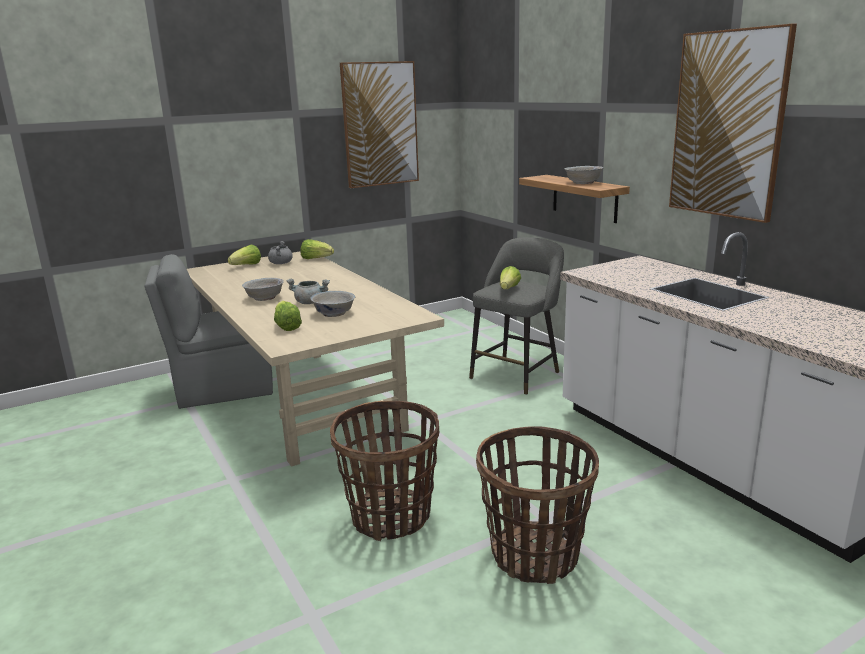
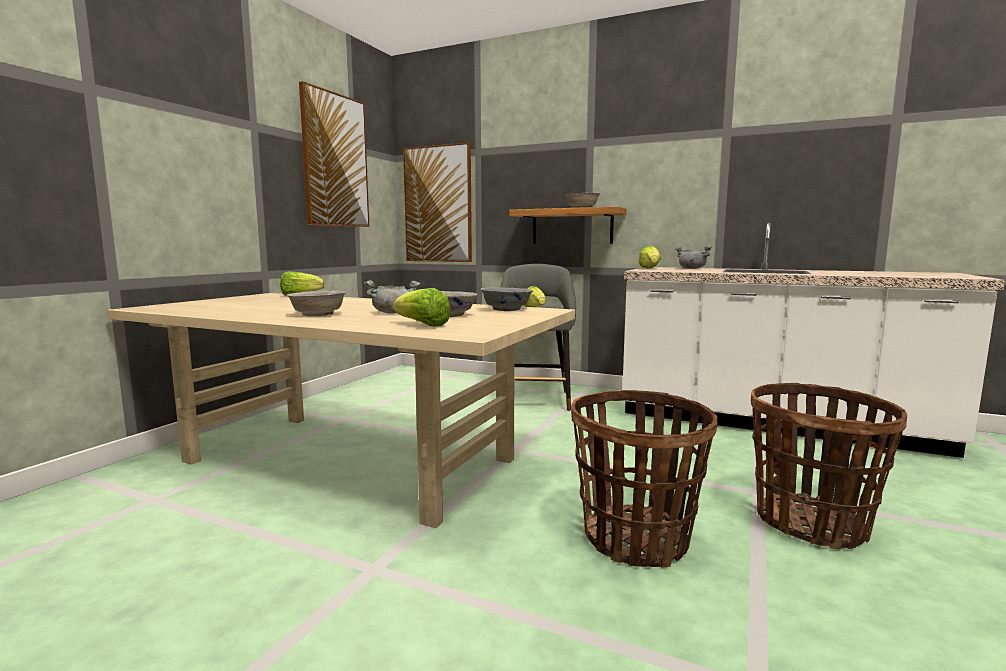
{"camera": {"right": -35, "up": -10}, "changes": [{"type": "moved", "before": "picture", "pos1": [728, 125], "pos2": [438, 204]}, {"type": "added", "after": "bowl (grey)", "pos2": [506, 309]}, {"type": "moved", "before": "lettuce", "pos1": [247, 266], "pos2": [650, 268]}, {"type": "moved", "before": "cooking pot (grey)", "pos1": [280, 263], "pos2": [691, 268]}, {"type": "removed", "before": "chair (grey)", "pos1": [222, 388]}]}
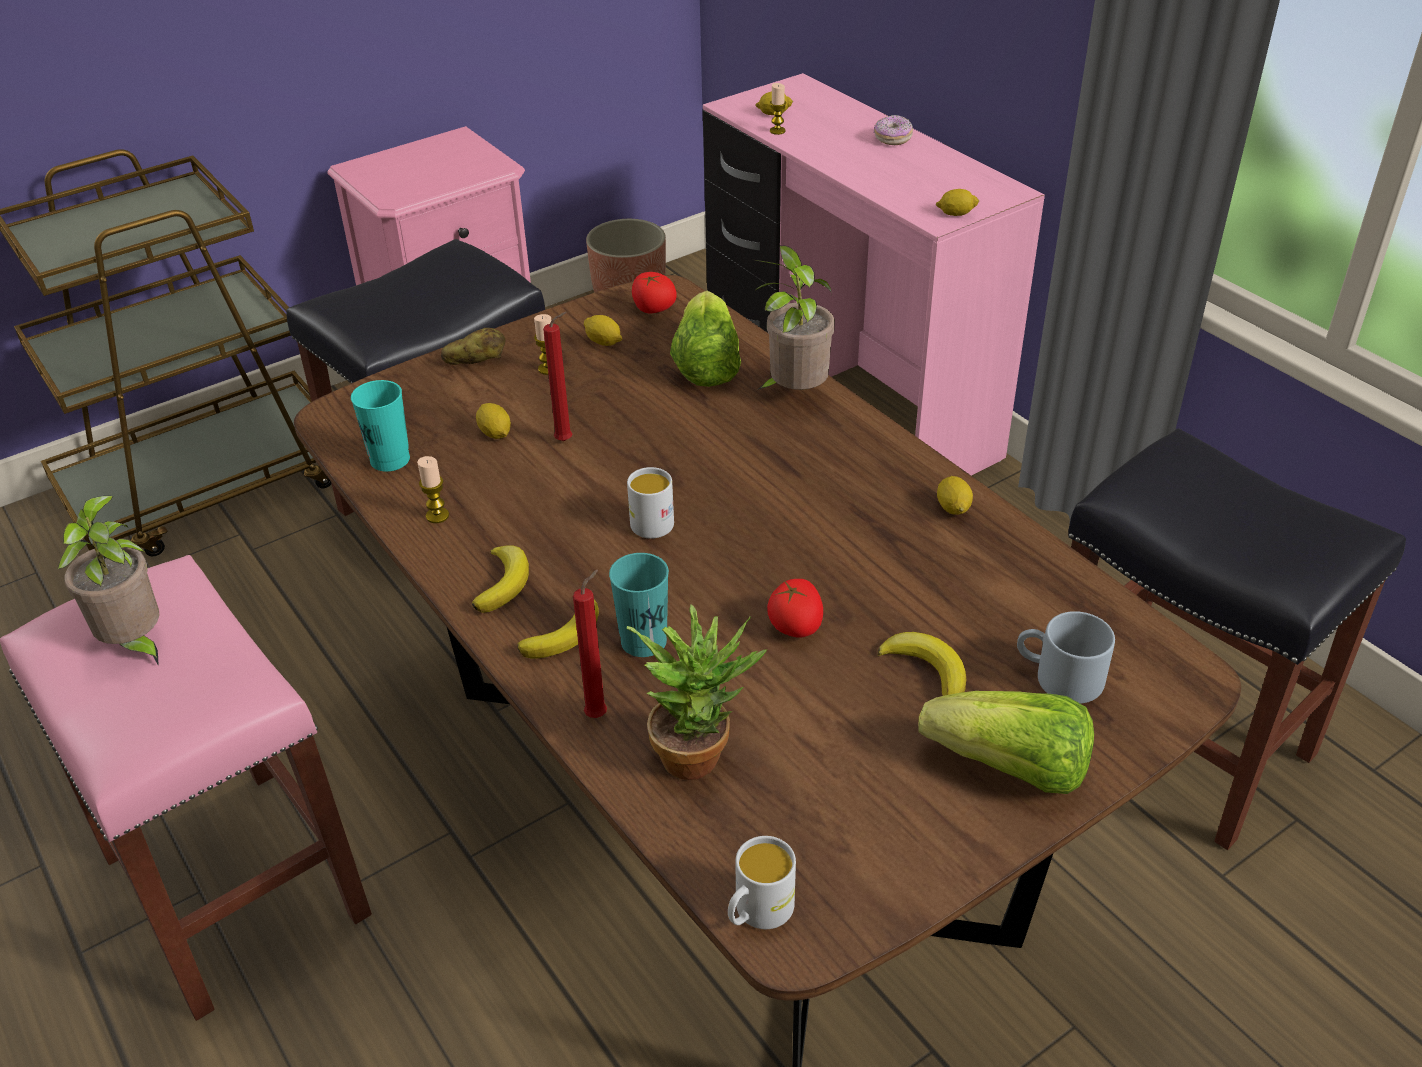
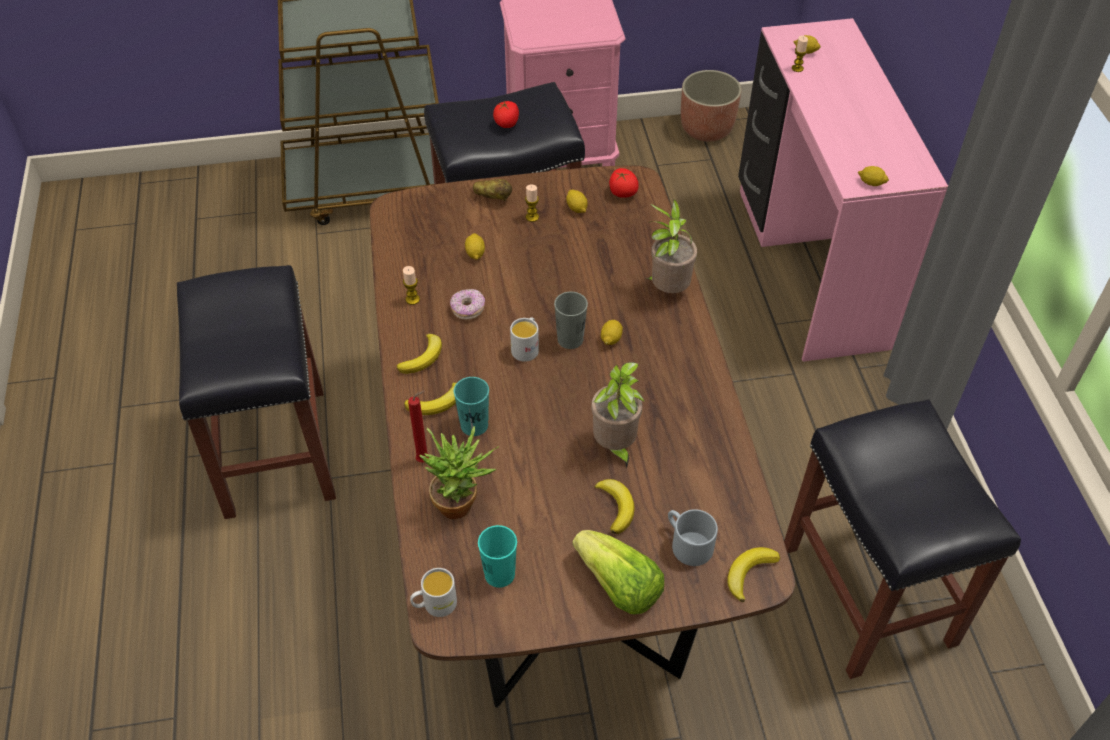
{"camera": {"right": 25, "up": 10}, "changes": [{"type": "recoloured", "before": "stool (pink)", "after": "stool (black)", "pos1": [231, 884], "pos2": [274, 450]}, {"type": "moved", "before": "donut", "pos1": [892, 139], "pos2": [468, 309]}, {"type": "moved", "before": "cup (turquoise)", "pos1": [390, 460], "pos2": [499, 574]}, {"type": "moved", "before": "tomato", "pos1": [795, 626], "pos2": [506, 123]}, {"type": "added", "after": "cup (grey)", "pos2": [570, 339]}, {"type": "moved", "before": "potted plant", "pos1": [136, 645], "pos2": [615, 447]}, {"type": "moved", "before": "lemon", "pos1": [953, 508], "pos2": [611, 339]}, {"type": "added", "after": "banana", "pos2": [749, 573]}, {"type": "removed", "before": "candle (red)", "pos1": [567, 441]}, {"type": "removed", "before": "lettuce", "pos1": [706, 364]}]}
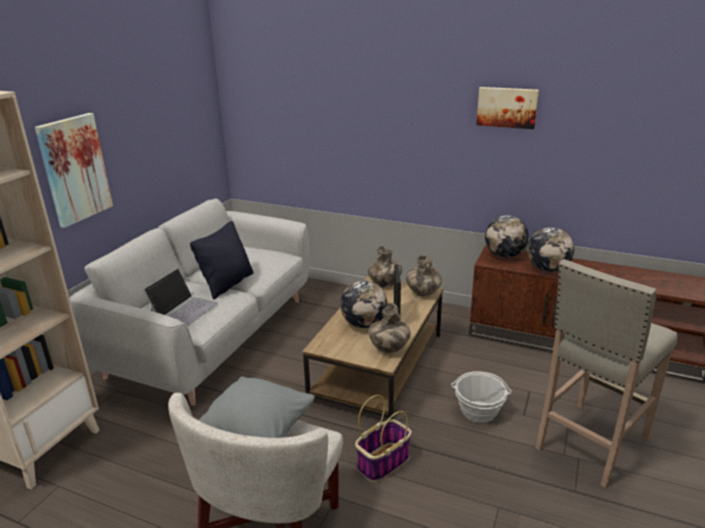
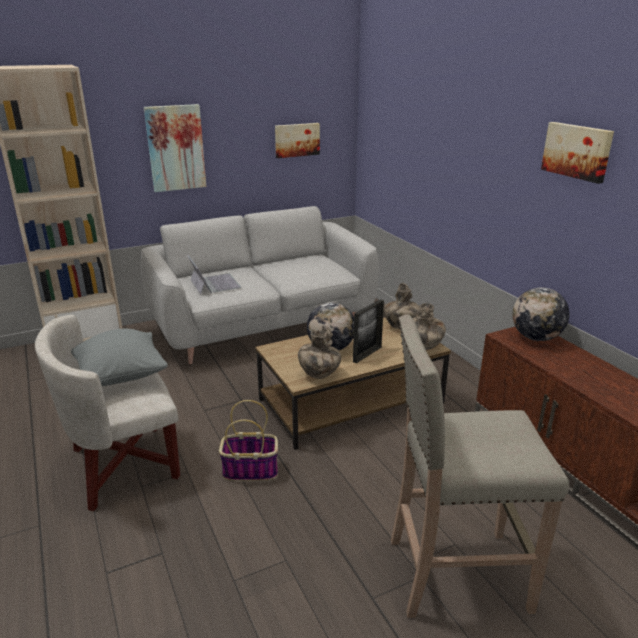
{"camera": {"right": 40, "up": 0}, "changes": [{"type": "turned", "before": "laptop", "pos1": [184, 309], "pos2": [214, 283], "turn": -90}, {"type": "added", "after": "picture", "pos2": [296, 140]}, {"type": "removed", "before": "pillow (black)", "pos1": [227, 284]}, {"type": "removed", "before": "basket", "pos1": [478, 412]}, {"type": "removed", "before": "globe", "pos1": [547, 269]}]}
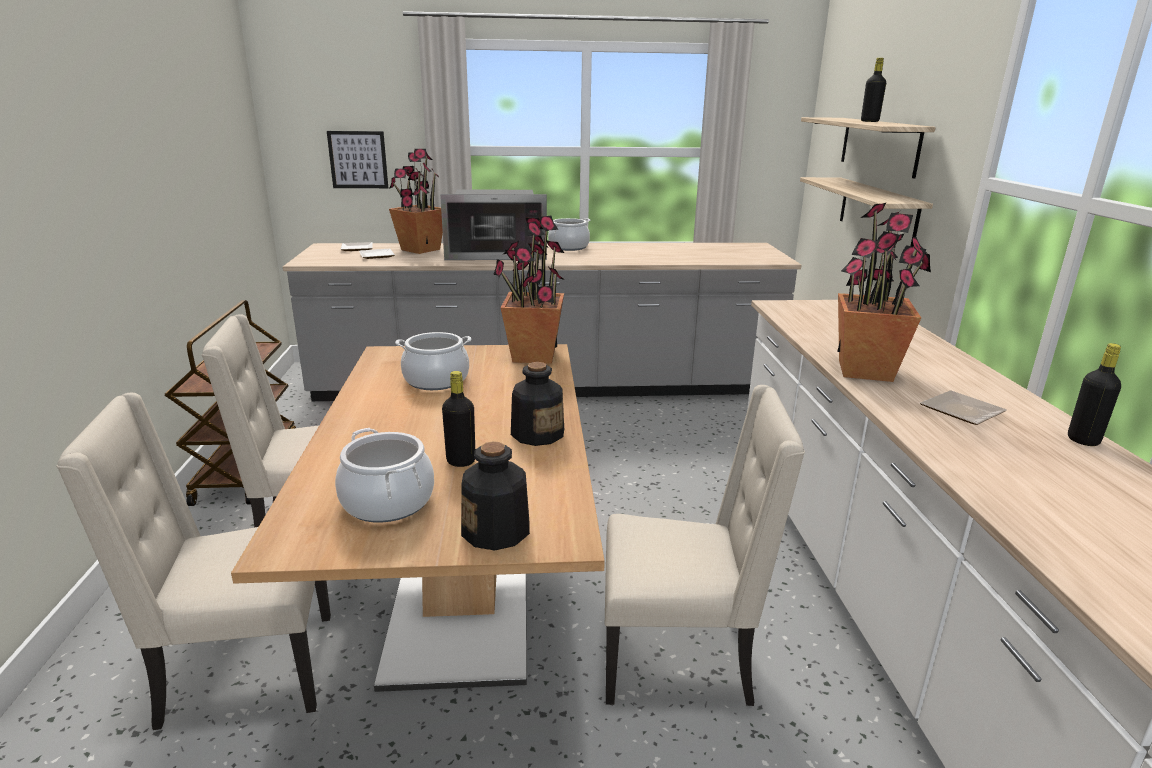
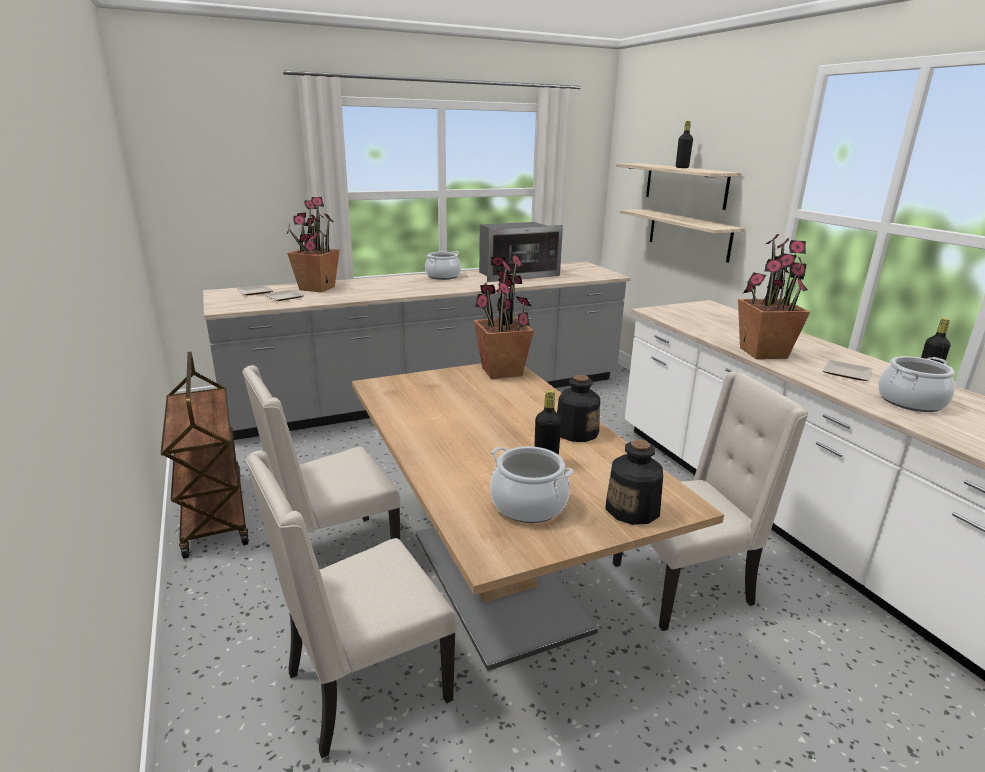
{"camera": {"right": -20, "up": 0}, "changes": [{"type": "moved", "before": "microwave", "pos1": [496, 254], "pos2": [515, 274]}, {"type": "moved", "before": "cooking pot", "pos1": [436, 380], "pos2": [911, 402]}, {"type": "removed", "before": "picture", "pos1": [358, 159]}]}
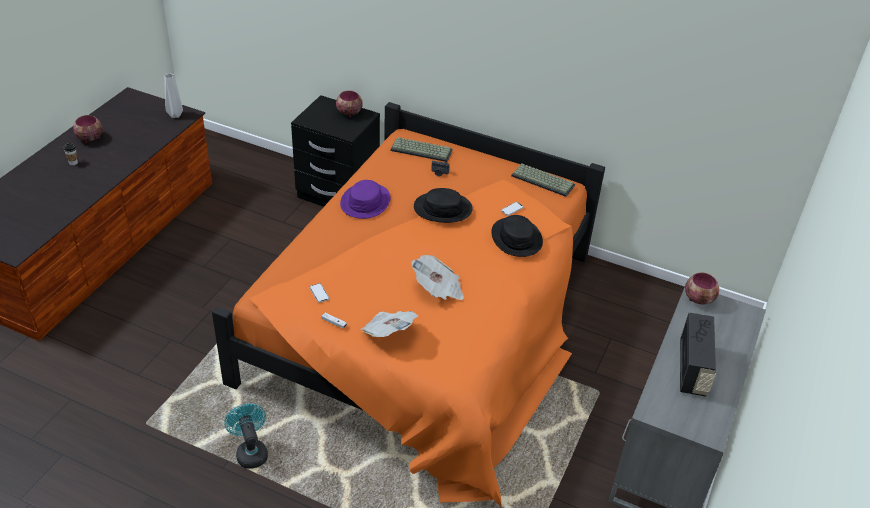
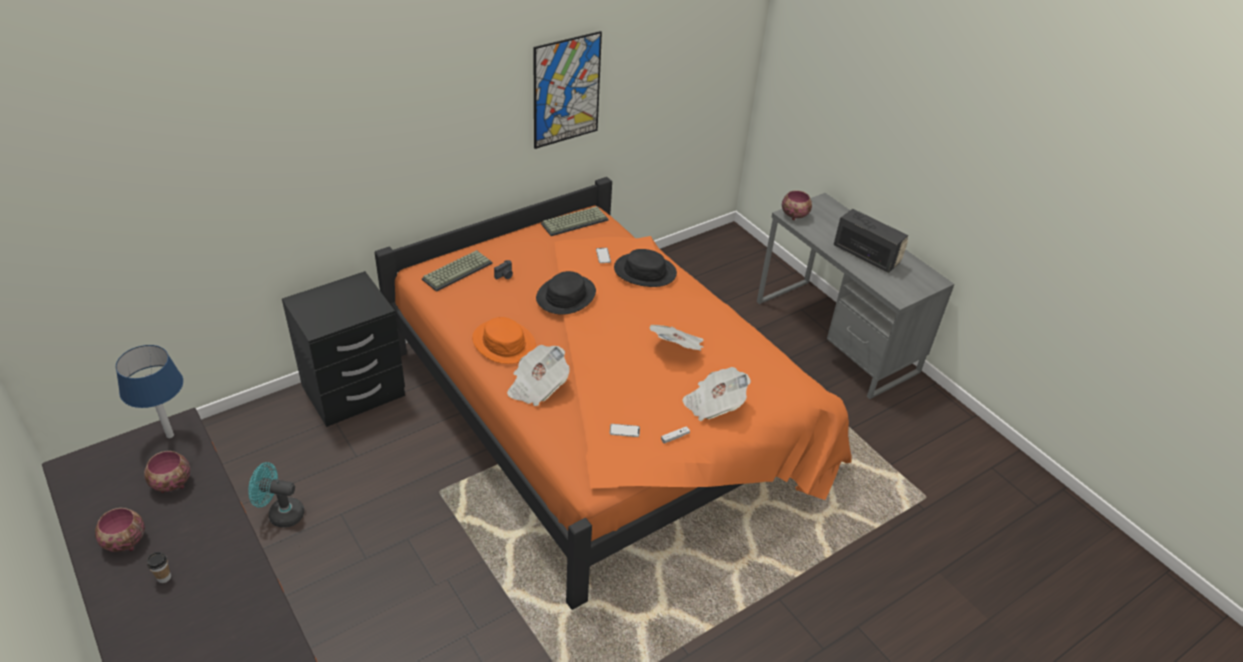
{"camera": {"right": -60, "up": 0}, "changes": [{"type": "replaced", "before": "vase (grey)", "after": "table lamp (blue)", "pos1": [176, 115], "pos2": [170, 436]}, {"type": "moved", "before": "bowl", "pos1": [348, 113], "pos2": [171, 484]}, {"type": "moved", "before": "fan (turquoise)", "pos1": [250, 452], "pos2": [281, 514]}, {"type": "recoloured", "before": "hat (purple)", "after": "hat (orange)", "pos1": [365, 202], "pos2": [504, 343]}, {"type": "added", "after": "newspaper", "pos2": [537, 387]}, {"type": "added", "after": "picture", "pos2": [566, 90]}]}
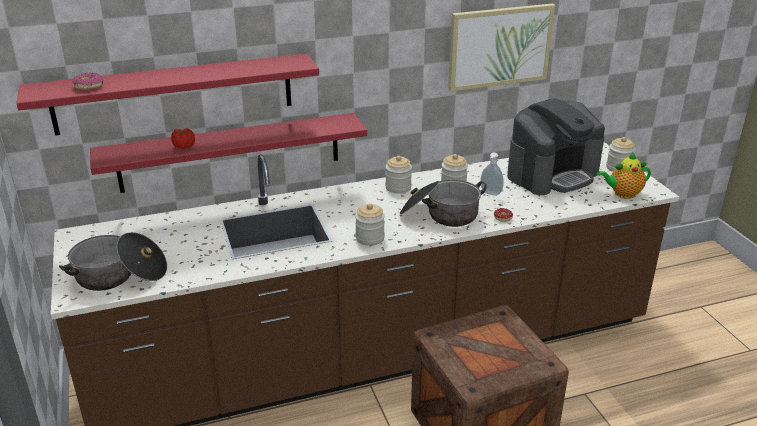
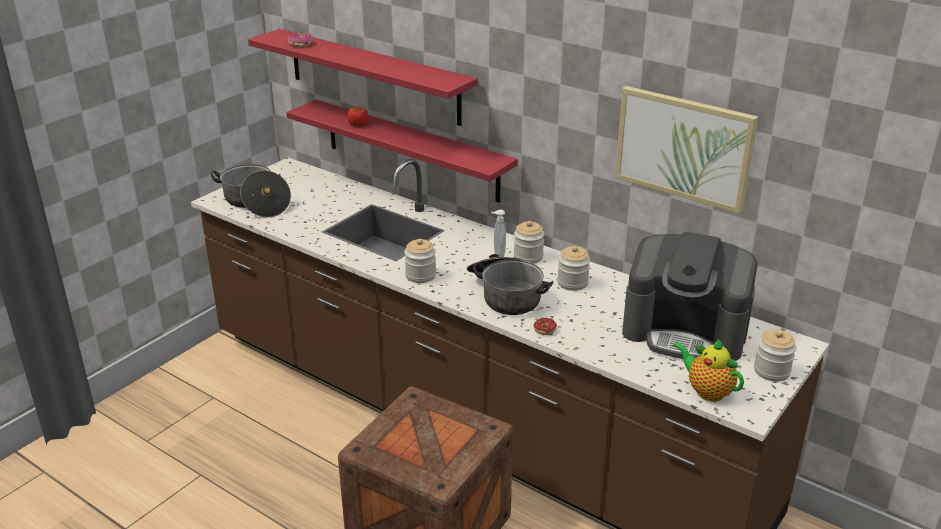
{"camera": {"right": 55, "up": 0}, "changes": [{"type": "moved", "before": "soap dispenser", "pos1": [490, 194], "pos2": [498, 255]}]}
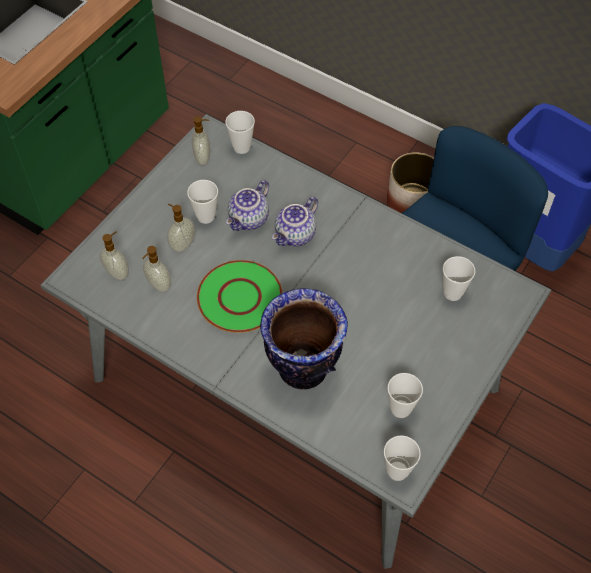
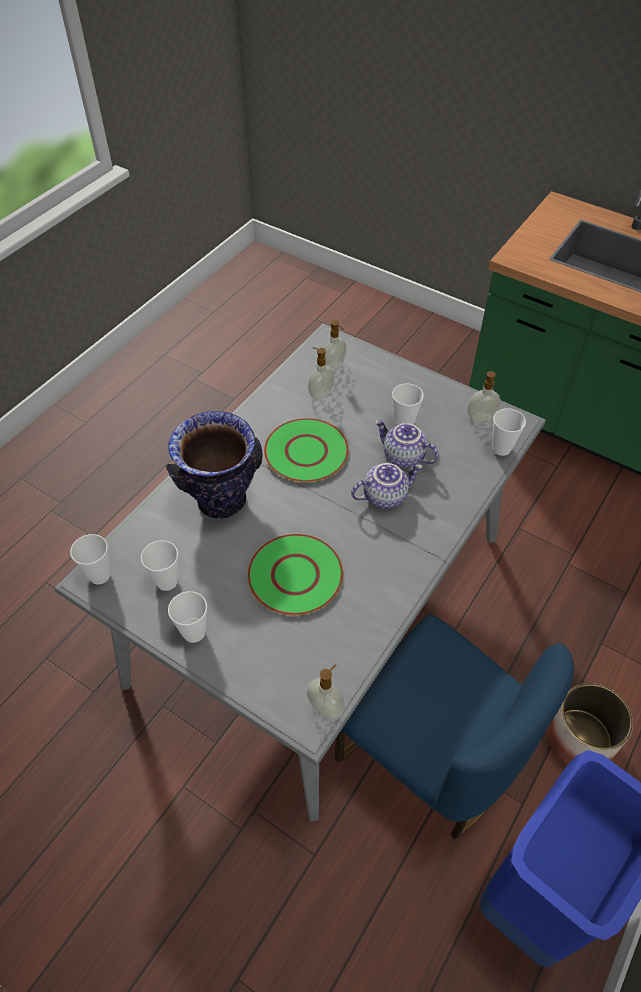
{"camera": {"right": 90, "up": -5}, "changes": [{"type": "moved", "before": "cup", "pos1": [452, 293], "pos2": [194, 633]}, {"type": "added", "after": "plate (green)", "pos2": [296, 575]}, {"type": "moved", "before": "soap dispenser", "pos1": [182, 244], "pos2": [326, 707]}, {"type": "turned", "before": "teapot", "pos1": [296, 235], "pos2": [385, 495], "turn": 120}]}
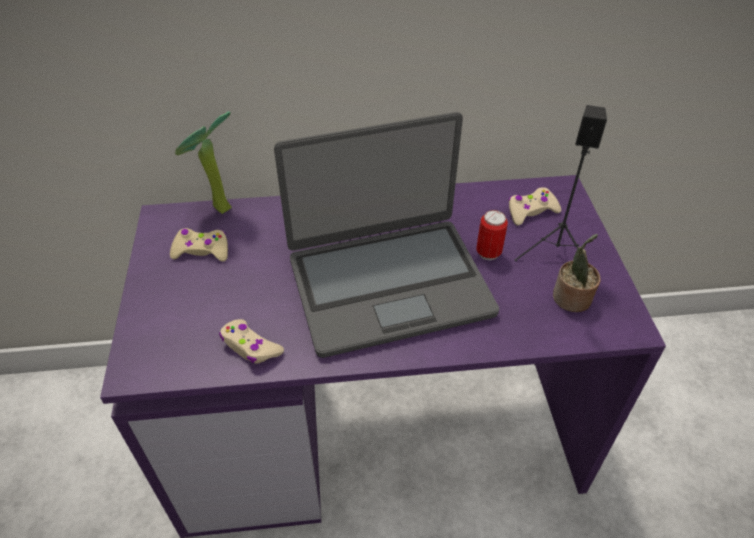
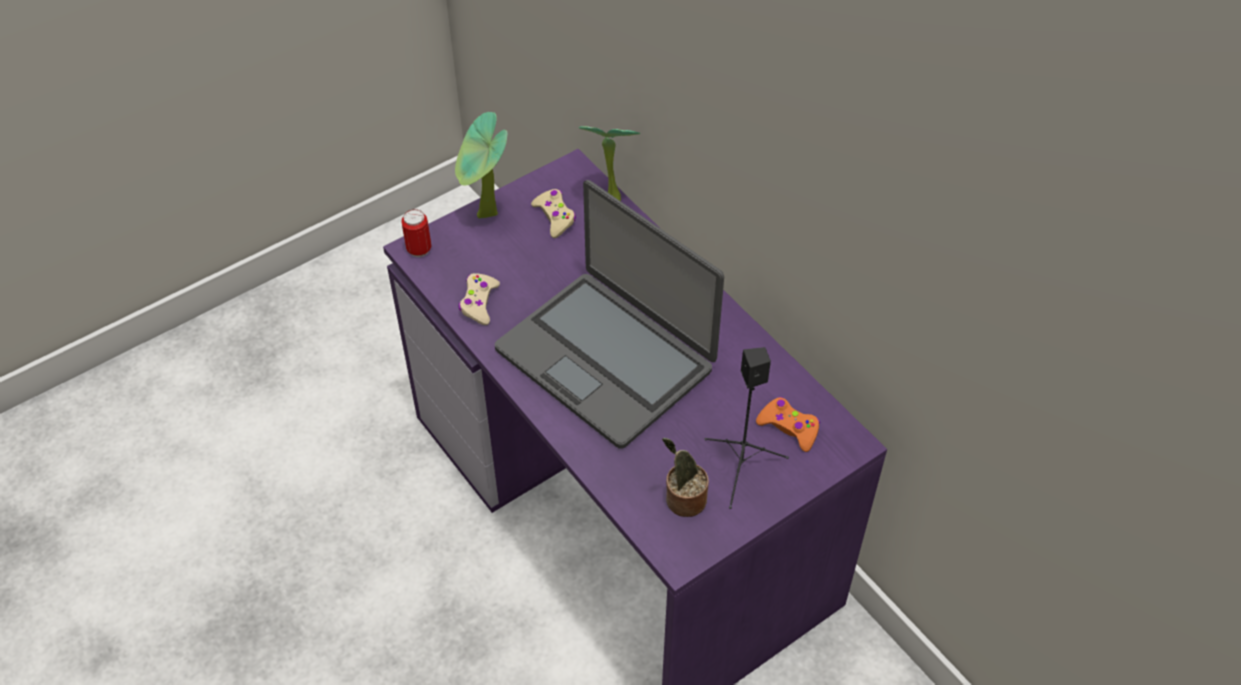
{"camera": {"right": 60, "up": 5}, "changes": [{"type": "moved", "before": "can", "pos1": [488, 253], "pos2": [419, 249]}, {"type": "added", "after": "potted plant", "pos2": [486, 217]}, {"type": "recoloured", "before": "game controller (beige)", "after": "game controller (orange)", "pos1": [531, 211], "pos2": [789, 428]}]}
